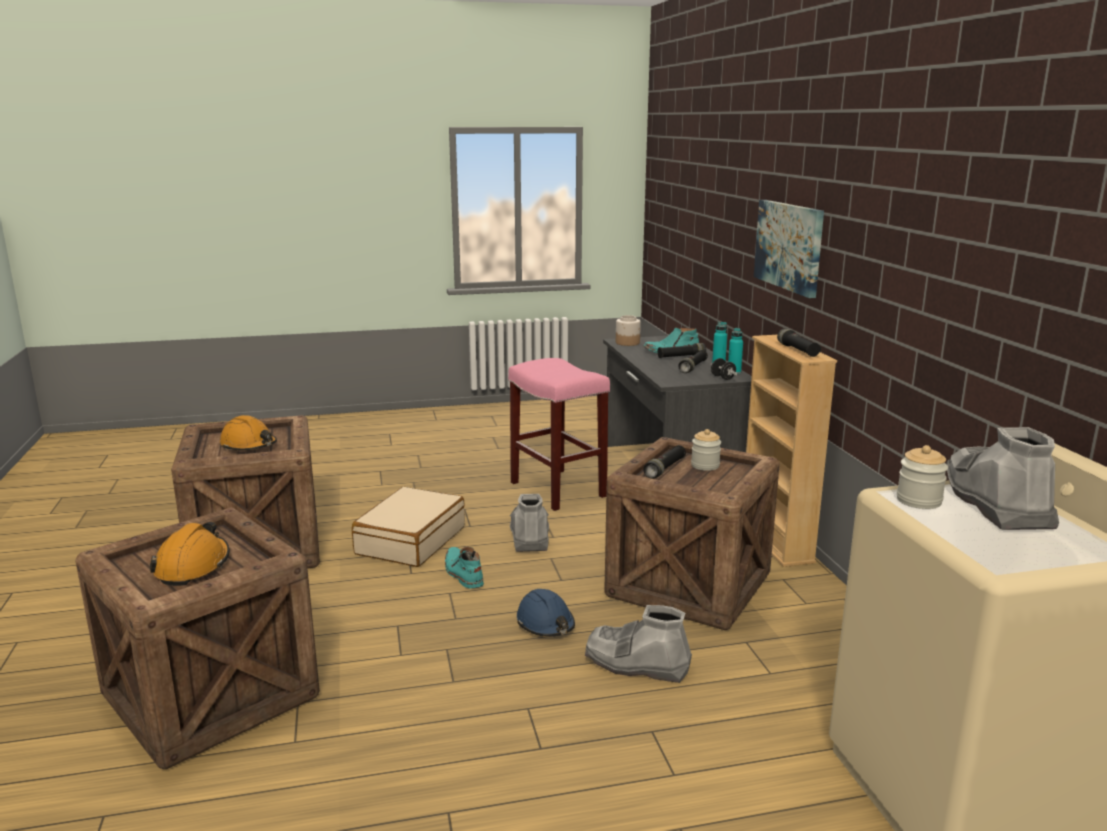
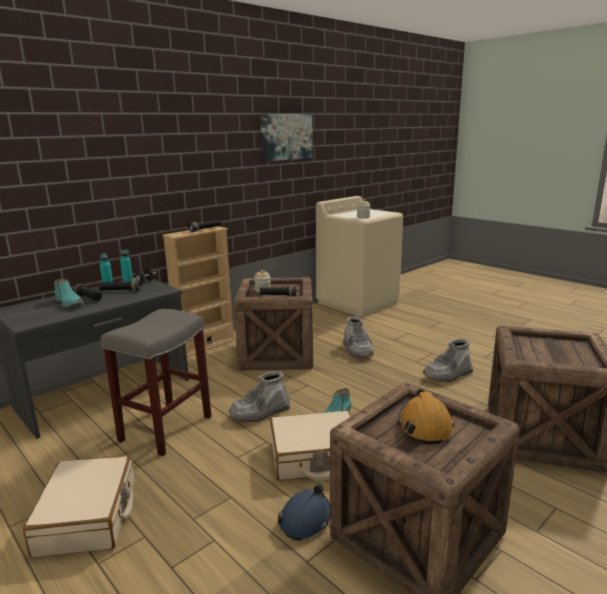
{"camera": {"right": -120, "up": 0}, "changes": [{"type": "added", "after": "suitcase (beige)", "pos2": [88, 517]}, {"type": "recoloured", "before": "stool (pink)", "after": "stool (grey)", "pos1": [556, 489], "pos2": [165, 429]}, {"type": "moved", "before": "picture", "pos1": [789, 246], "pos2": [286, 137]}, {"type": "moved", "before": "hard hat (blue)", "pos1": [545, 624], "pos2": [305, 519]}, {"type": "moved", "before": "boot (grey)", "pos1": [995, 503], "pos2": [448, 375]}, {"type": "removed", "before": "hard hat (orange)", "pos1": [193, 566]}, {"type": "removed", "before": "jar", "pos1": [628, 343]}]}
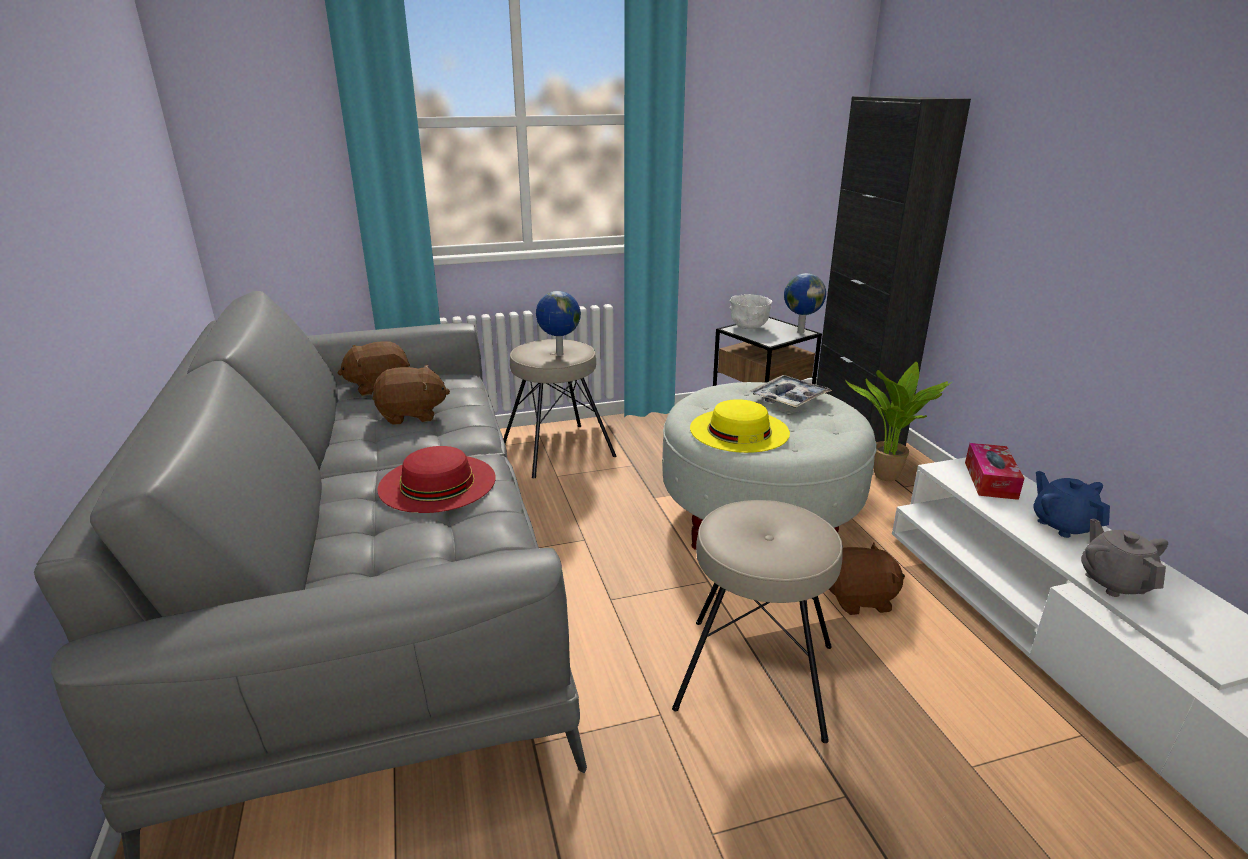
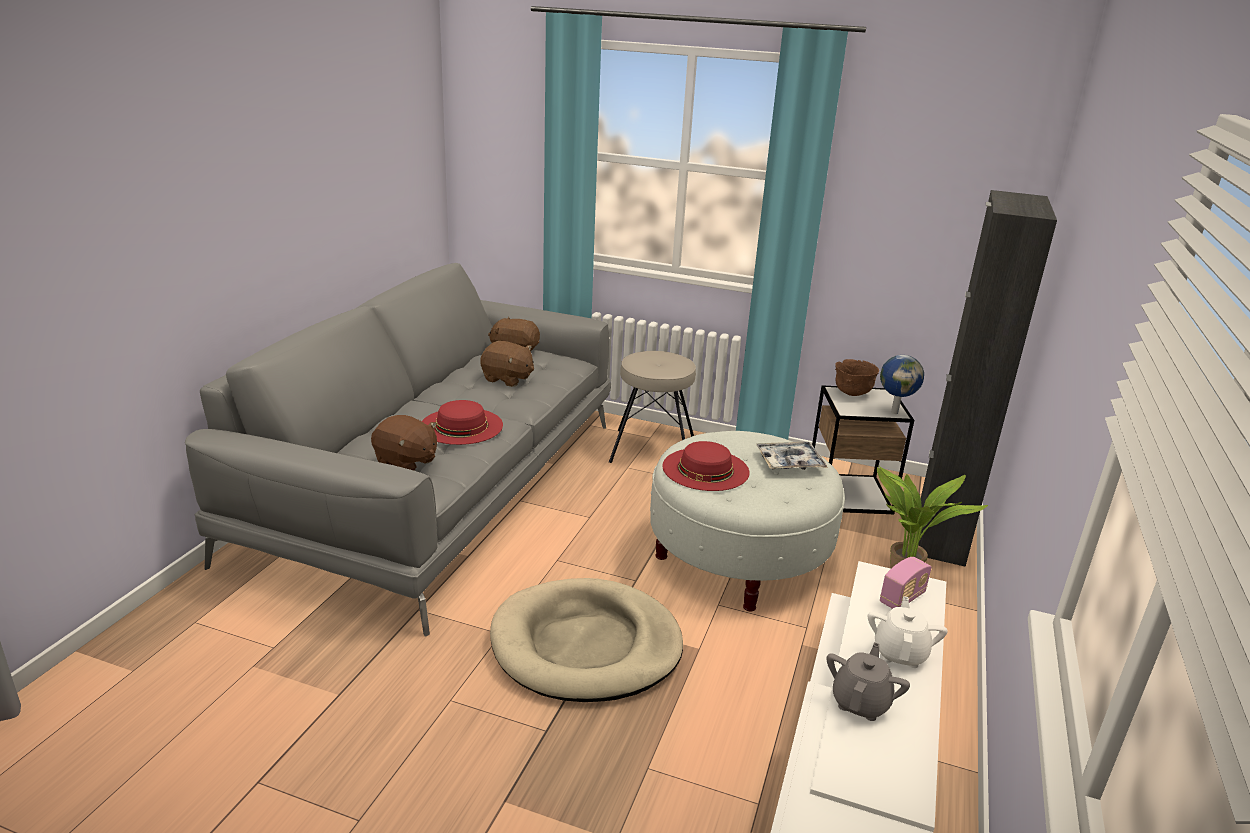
{"camera": {"right": 35, "up": 0}, "changes": [{"type": "moved", "before": "plush toy (brown)", "pos1": [859, 599], "pos2": [406, 462]}, {"type": "replaced", "before": "stool (beige)", "after": "dog bed (beige)", "pos1": [755, 674], "pos2": [586, 646]}, {"type": "recoloured", "before": "hat (yellow)", "after": "hat (red)", "pos1": [739, 430], "pos2": [705, 469]}, {"type": "recoloured", "before": "bowl (white)", "after": "bowl (brown)", "pos1": [748, 327], "pos2": [852, 393]}, {"type": "recoloured", "before": "teapot (blue)", "after": "teapot (white)", "pos1": [1062, 525], "pos2": [900, 653]}, {"type": "replaced", "before": "tissue box", "after": "radio", "pos1": [990, 480], "pos2": [902, 598]}, {"type": "removed", "before": "globe", "pos1": [559, 354]}]}
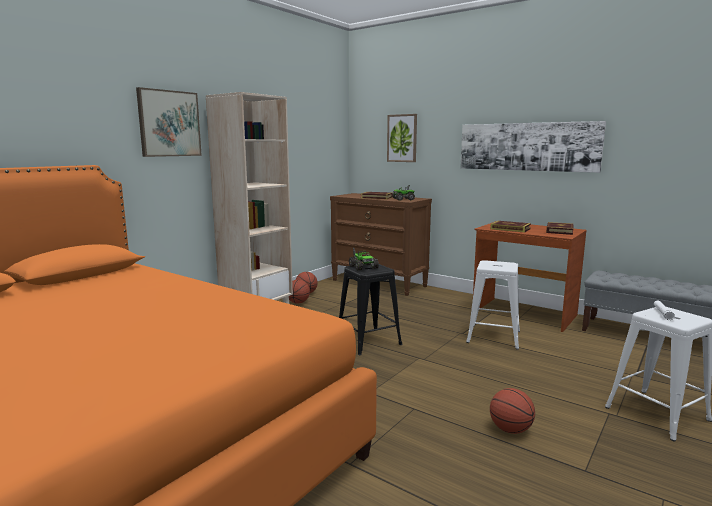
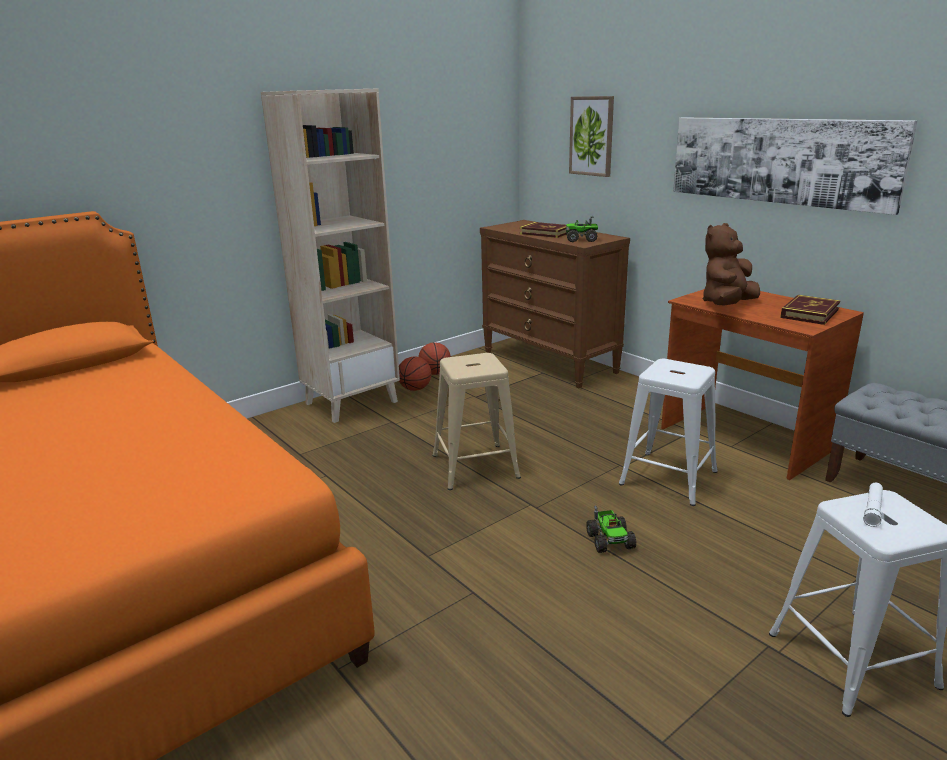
{"camera": {"right": 15, "up": 10}, "changes": [{"type": "recoloured", "before": "stool (black)", "after": "stool (beige)", "pos1": [368, 341], "pos2": [475, 466]}, {"type": "moved", "before": "toy truck", "pos1": [363, 267], "pos2": [610, 540]}, {"type": "replaced", "before": "book", "after": "plush toy (brown)", "pos1": [510, 229], "pos2": [727, 304]}, {"type": "removed", "before": "picture", "pos1": [169, 123]}, {"type": "removed", "before": "basketball", "pos1": [510, 430]}]}
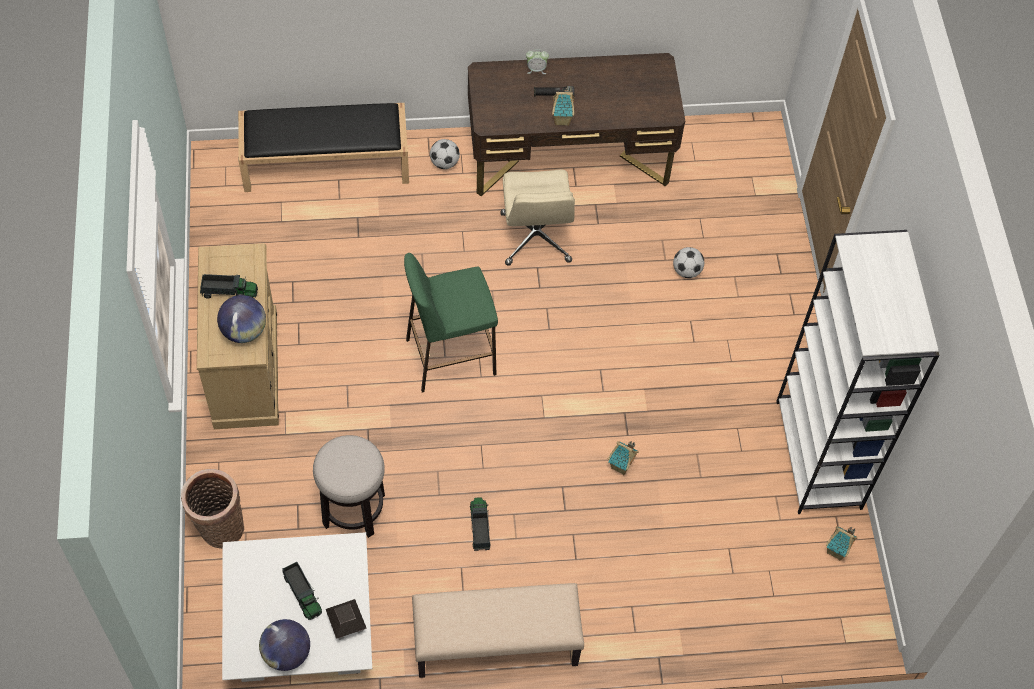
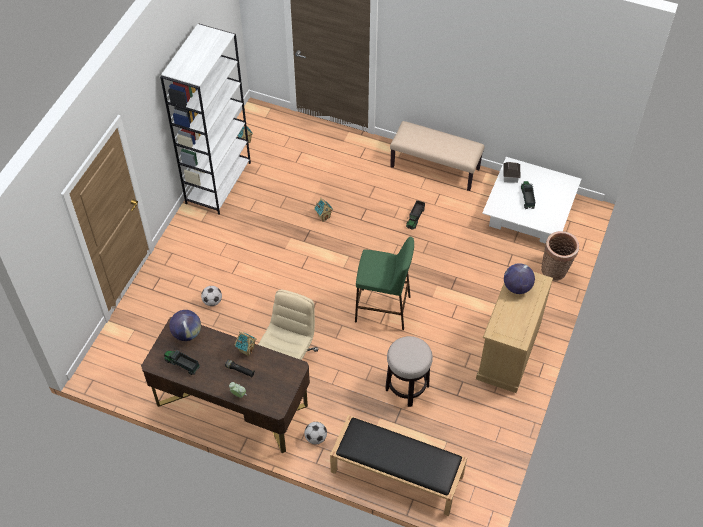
{"camera": {"right": -150, "up": -5}, "changes": [{"type": "moved", "before": "toy truck", "pos1": [229, 292], "pos2": [182, 364]}, {"type": "moved", "before": "globe", "pos1": [287, 654], "pos2": [187, 333]}, {"type": "moved", "before": "stool", "pos1": [354, 509], "pos2": [407, 387]}]}
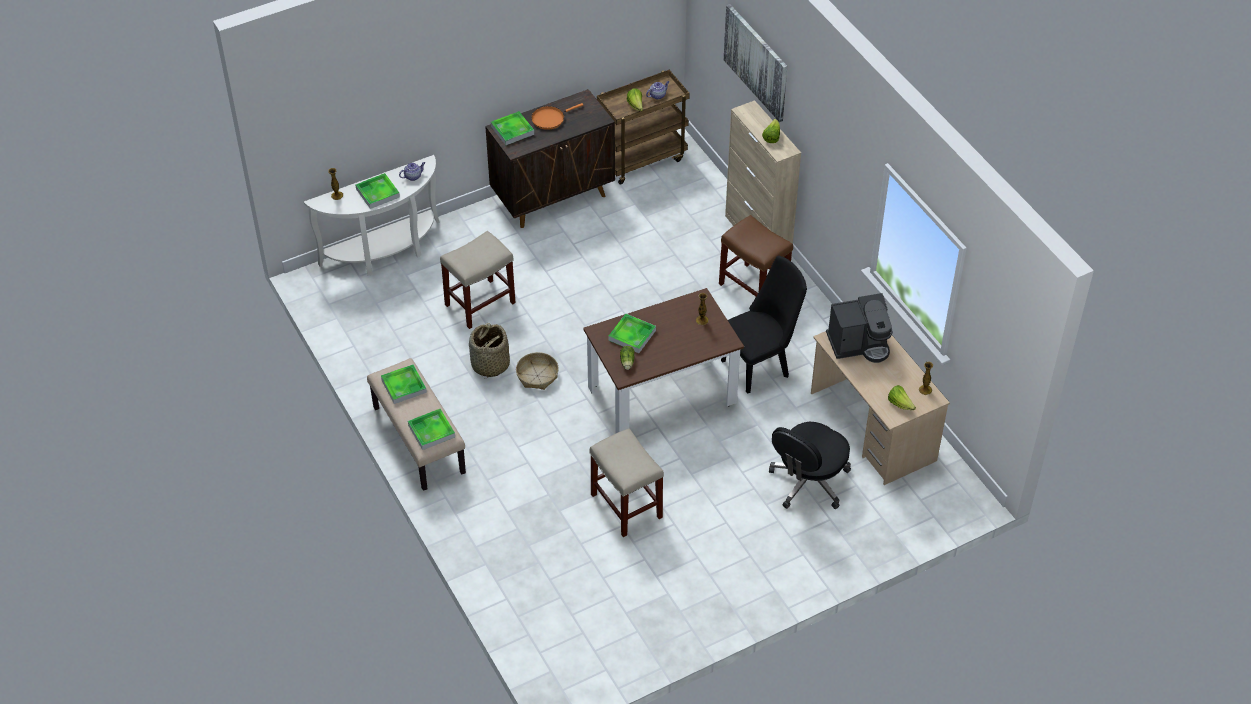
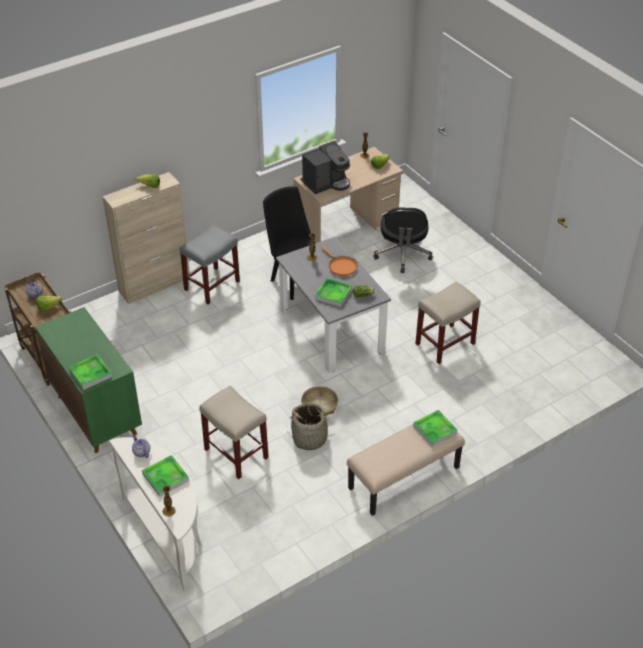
{"camera": {"right": -95, "up": -5}, "changes": [{"type": "recoloured", "before": "cabinet (brown)", "after": "cabinet (green)", "pos1": [553, 197], "pos2": [96, 414]}, {"type": "recoloured", "before": "stool (brown)", "after": "stool (grey)", "pos1": [754, 288], "pos2": [212, 285]}, {"type": "recoloured", "before": "dining table (brown)", "after": "dining table (grey)", "pos1": [662, 395], "pos2": [331, 330]}, {"type": "turned", "before": "coffee machine", "pos1": [859, 344], "pos2": [326, 183], "turn": 75}, {"type": "moved", "before": "frying pan (orange)", "pos1": [550, 119], "pos2": [341, 266]}, {"type": "turned", "before": "office chair (black)", "pos1": [808, 482], "pos2": [402, 254], "turn": 60}, {"type": "removed", "before": "tray", "pos1": [404, 386]}, {"type": "removed", "before": "picture", "pos1": [756, 62]}]}
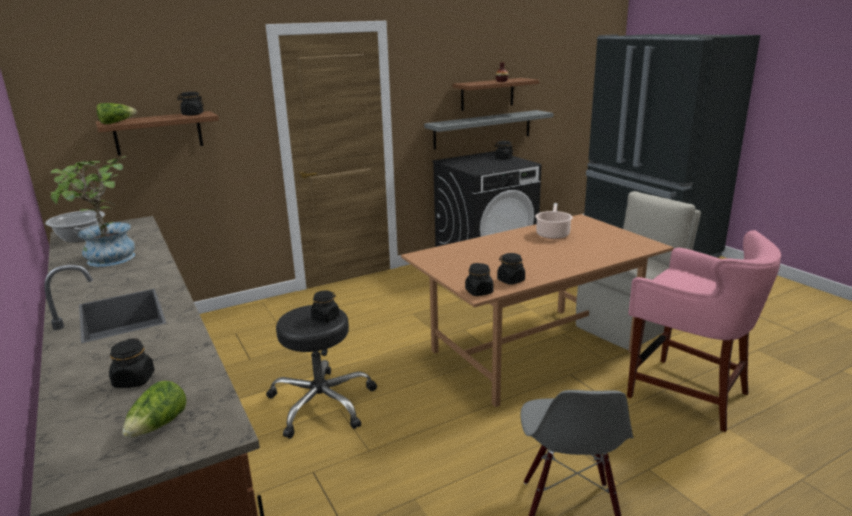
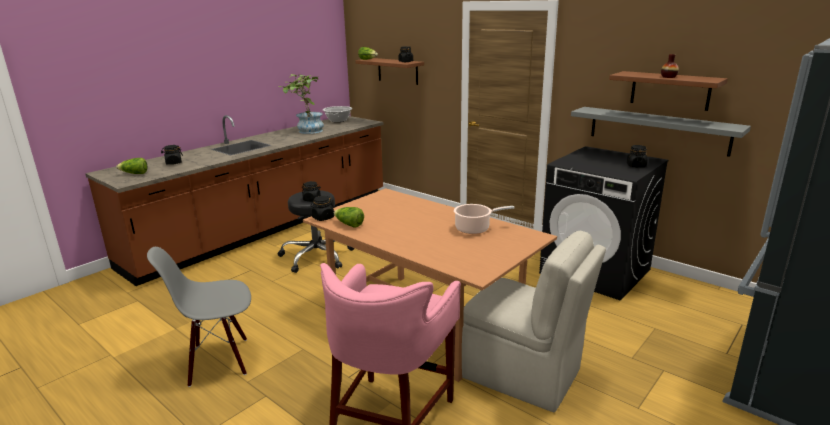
{"camera": {"right": 70, "up": 0}, "changes": [{"type": "replaced", "before": "jar (black)", "after": "lettuce", "pos1": [510, 280], "pos2": [349, 224]}]}
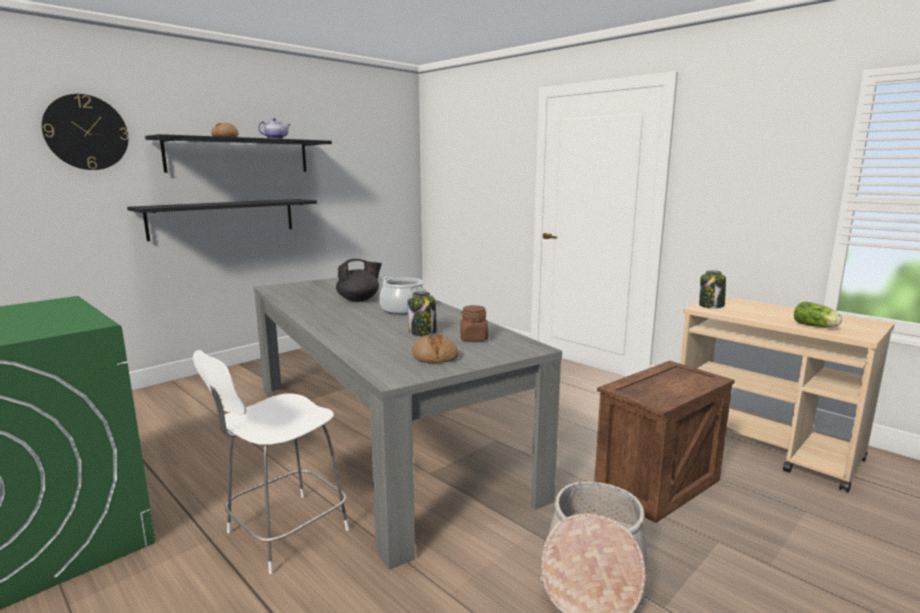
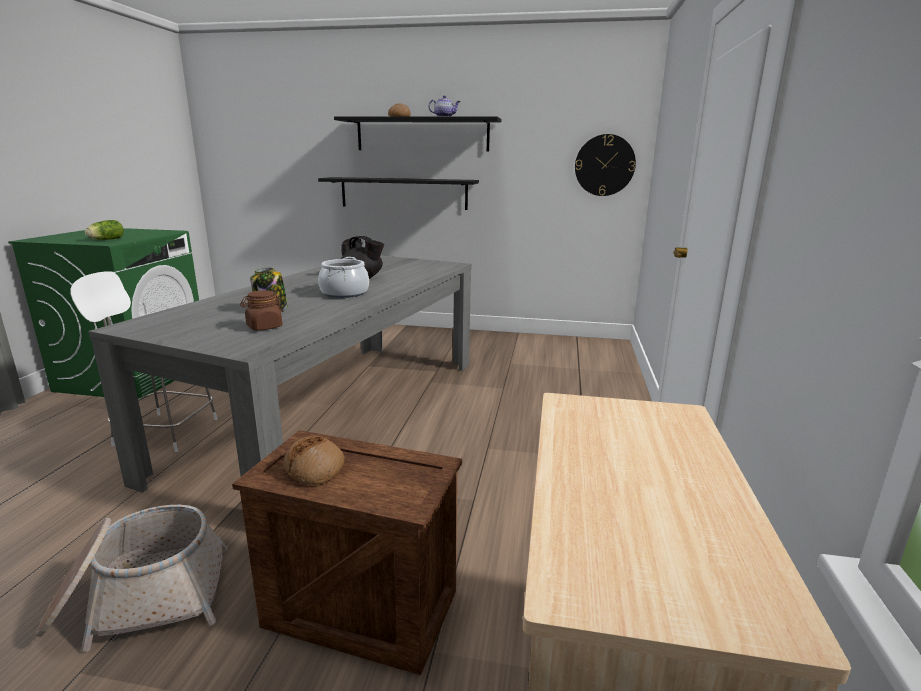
{"camera": {"right": 55, "up": 5}, "changes": [{"type": "moved", "before": "lettuce", "pos1": [816, 326], "pos2": [105, 240]}, {"type": "moved", "before": "bread", "pos1": [435, 357], "pos2": [315, 469]}, {"type": "moved", "before": "wall clock", "pos1": [86, 132], "pos2": [604, 165]}, {"type": "removed", "before": "jar", "pos1": [711, 306]}]}
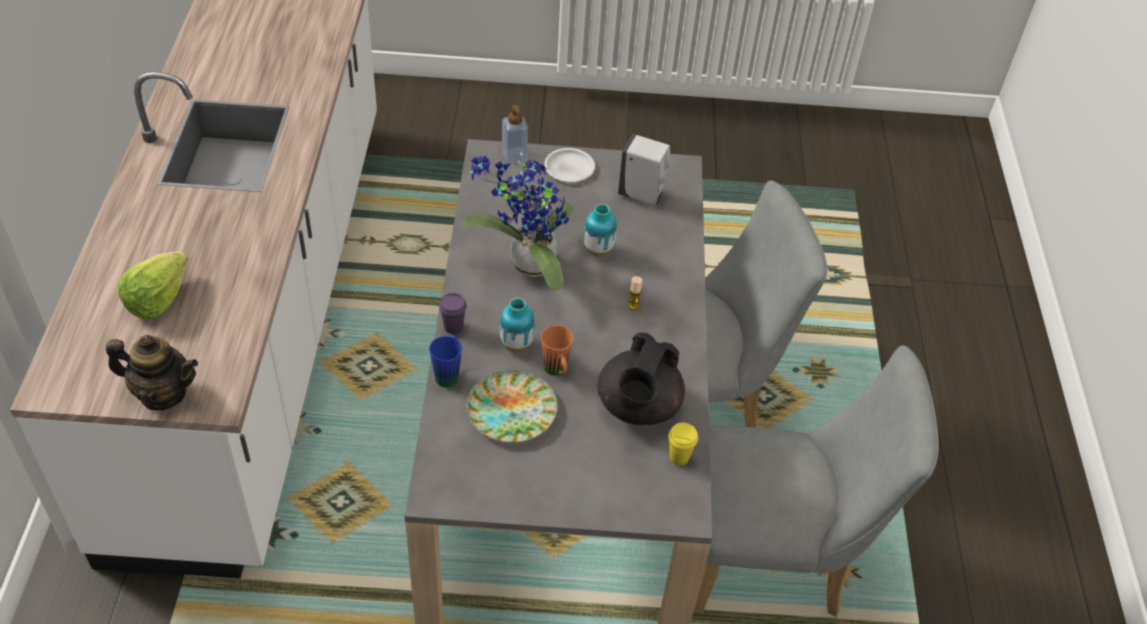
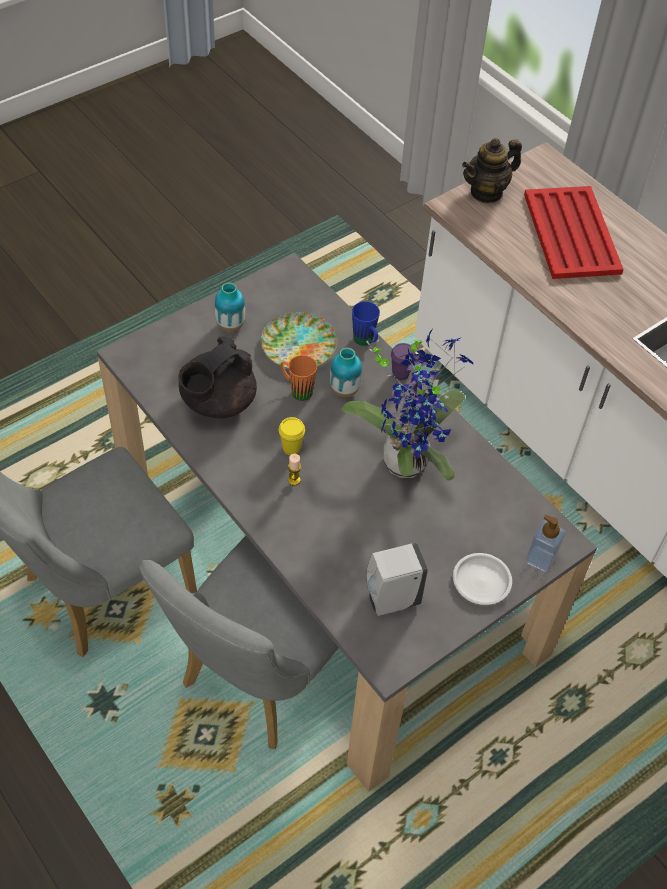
{"camera": {"right": 140, "up": 5}, "changes": [{"type": "turned", "before": "teapot (black)", "pos1": [638, 407], "pos2": [217, 402], "turn": -120}, {"type": "moved", "before": "vase", "pos1": [598, 250], "pos2": [230, 325]}, {"type": "moved", "before": "cup (yellow)", "pos1": [679, 457], "pos2": [291, 448]}, {"type": "replaced", "before": "lettuce", "after": "tray (red)", "pos1": [158, 300], "pos2": [571, 232]}]}
